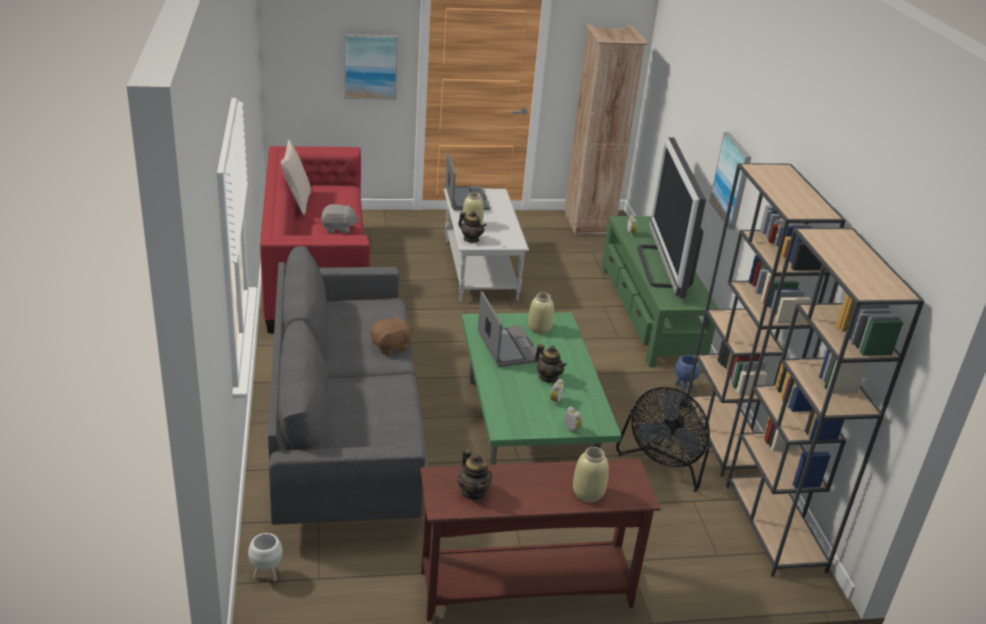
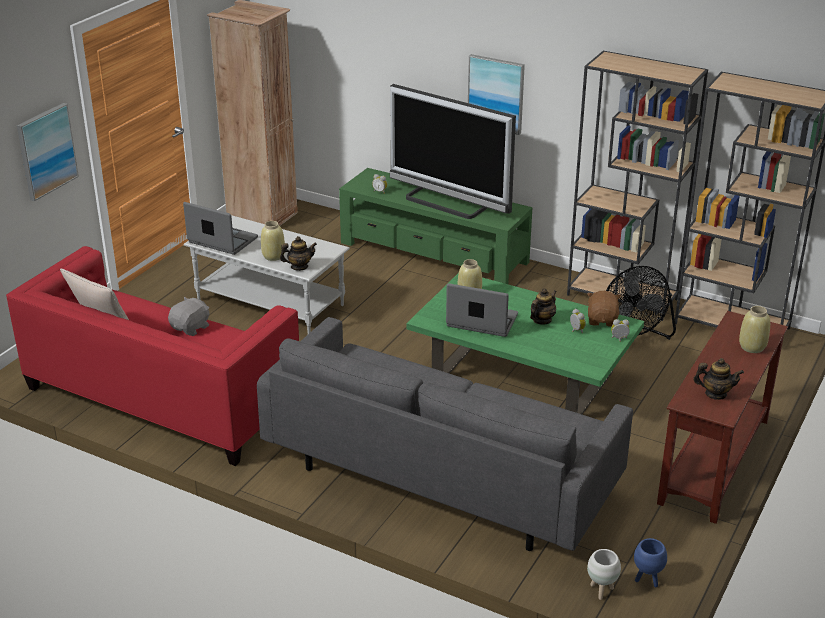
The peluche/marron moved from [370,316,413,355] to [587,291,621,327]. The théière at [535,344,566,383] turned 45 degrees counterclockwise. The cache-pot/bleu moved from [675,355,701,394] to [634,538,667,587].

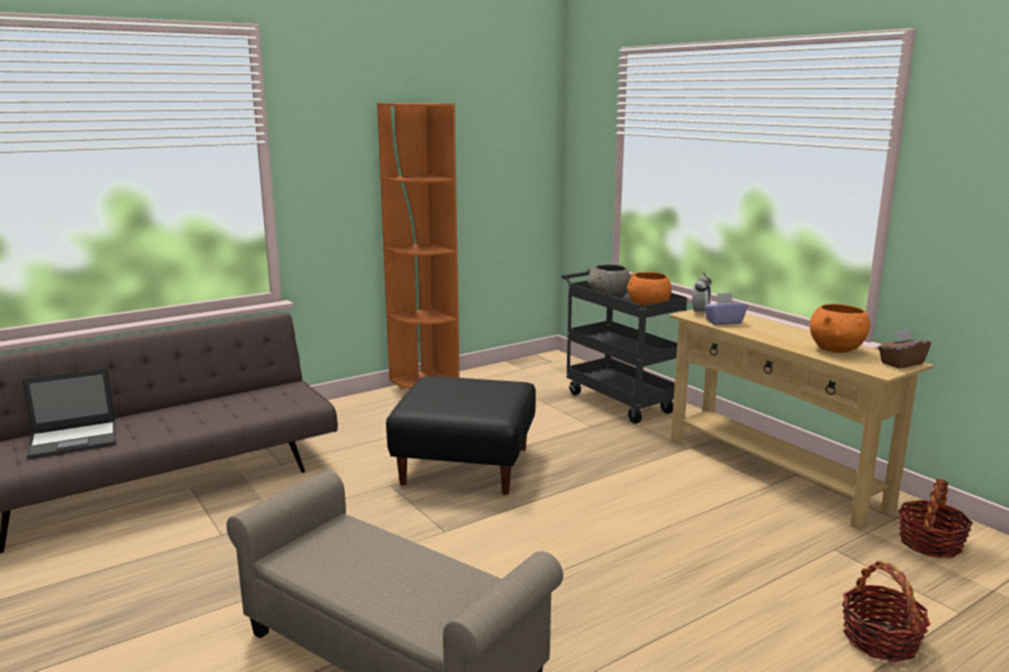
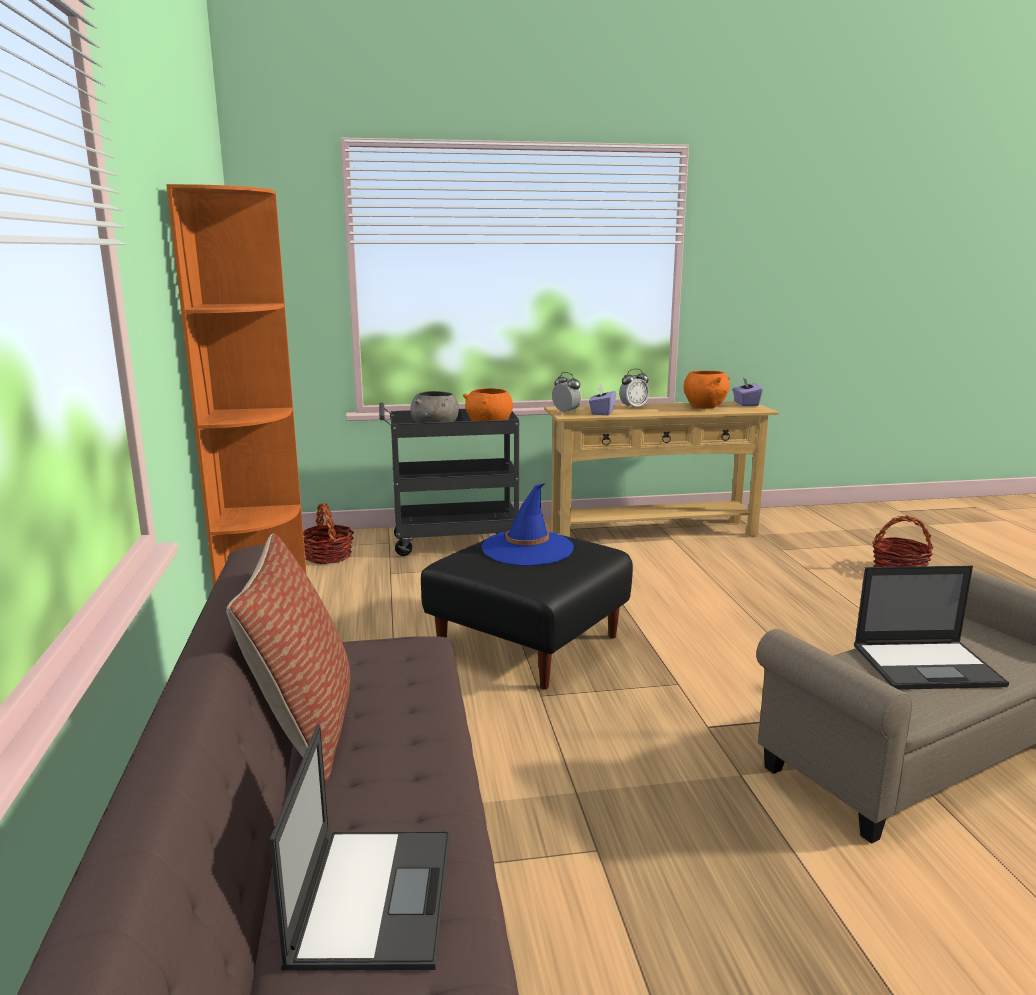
The boîte à mouchoirs/marron at [878,328,931,369] became the boîte à mouchoirs/violet at [732,378,763,406]. The panier moved from [898,479,973,558] to [303,503,354,564]. The coussin at [226,533,350,783] appeared. The chapeau/bleu at [481,483,574,566] appeared. The réveil at [619,368,649,409] appeared. The ordinateur portable at [854,566,1009,690] appeared.

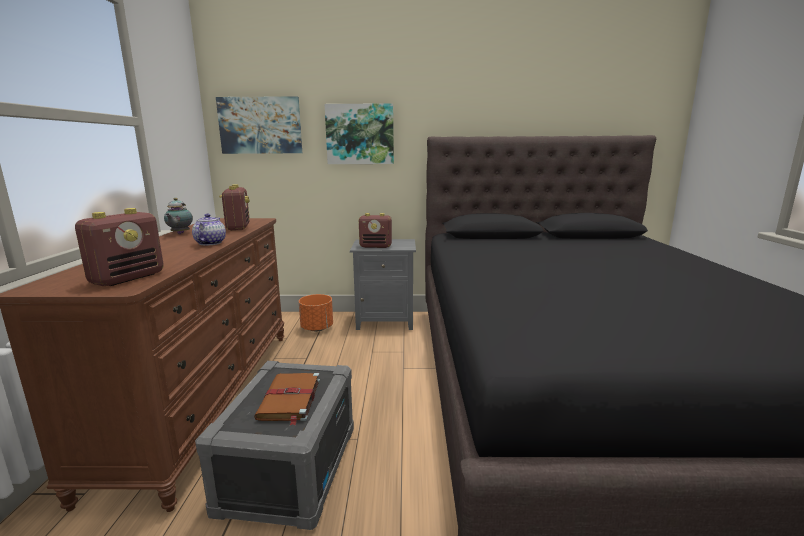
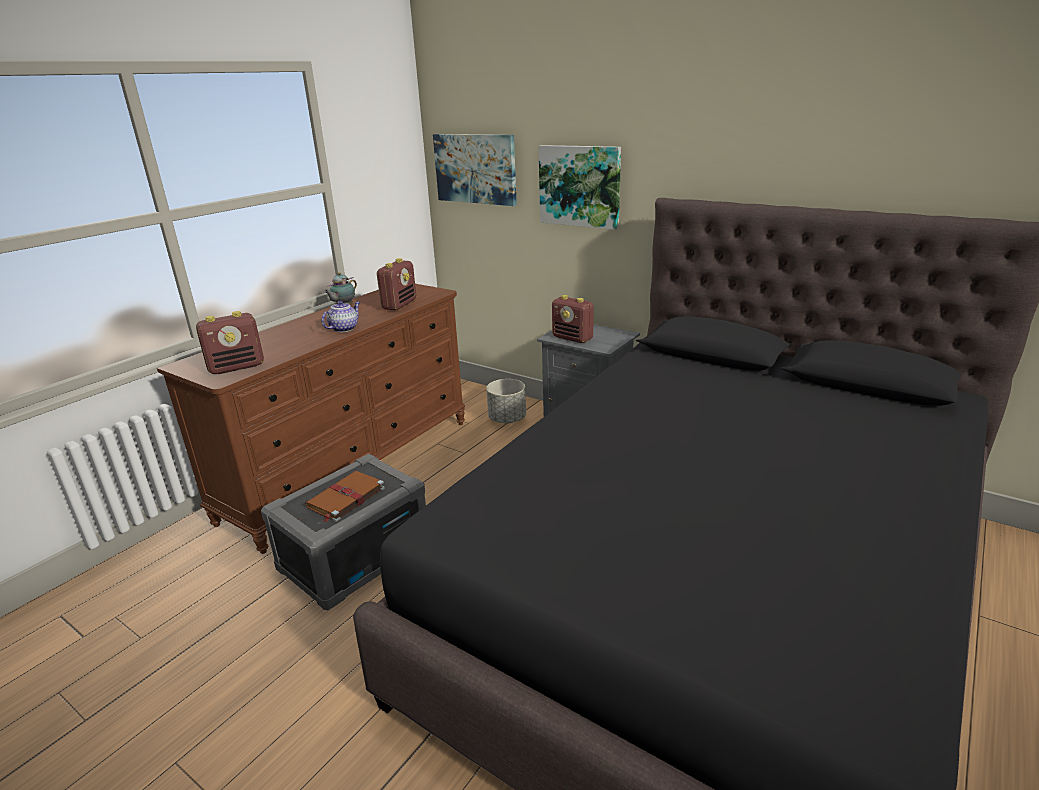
The cache-pot/orange at [299,294,333,331] became the cache-pot/gris at [486,379,526,423].

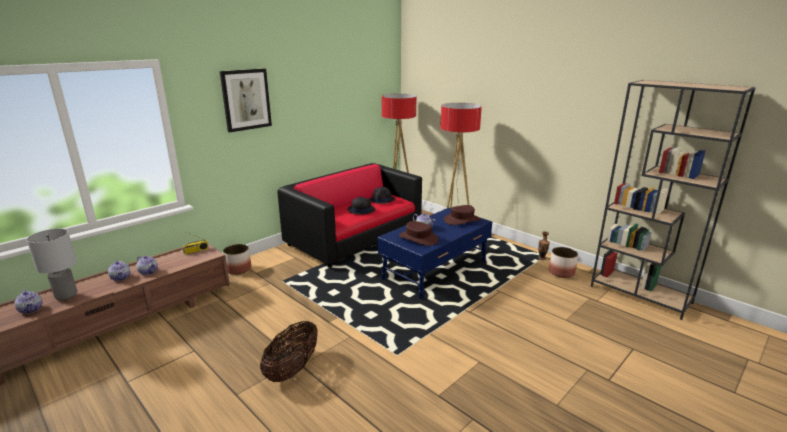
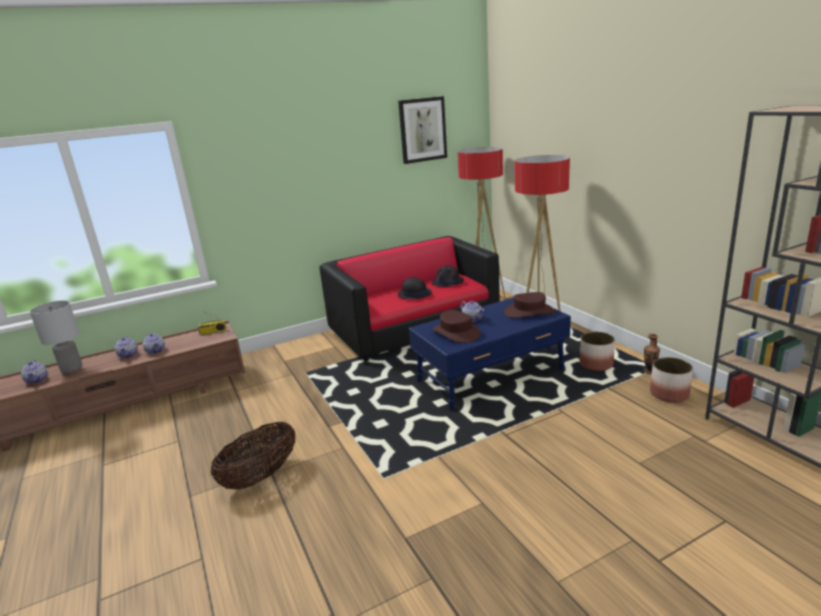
The tableau moved from [220,68,272,132] to [398,96,447,164]. The cache-pot moved from [223,244,251,275] to [580,332,615,371].

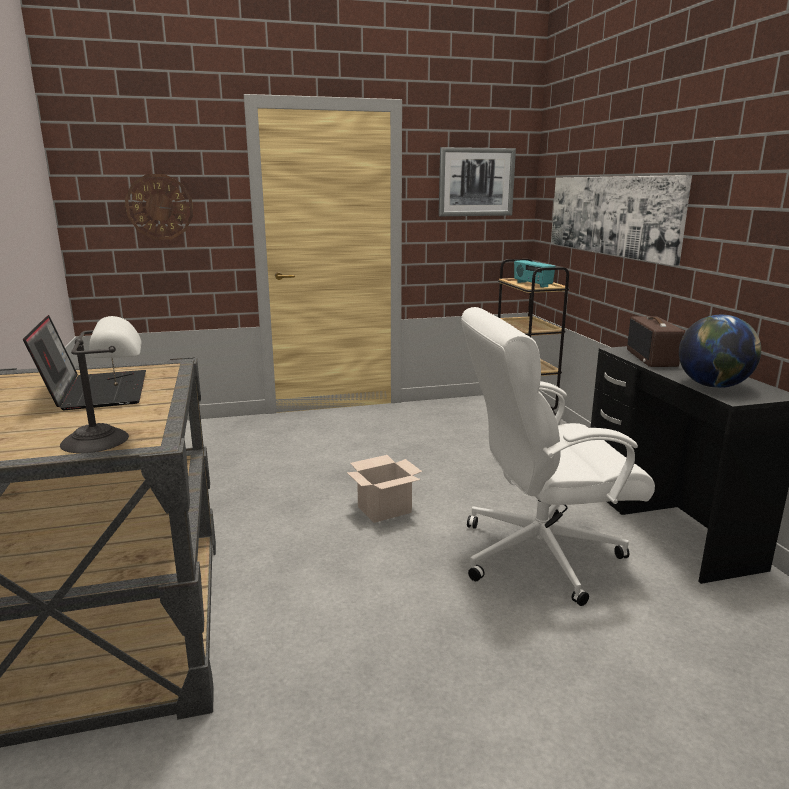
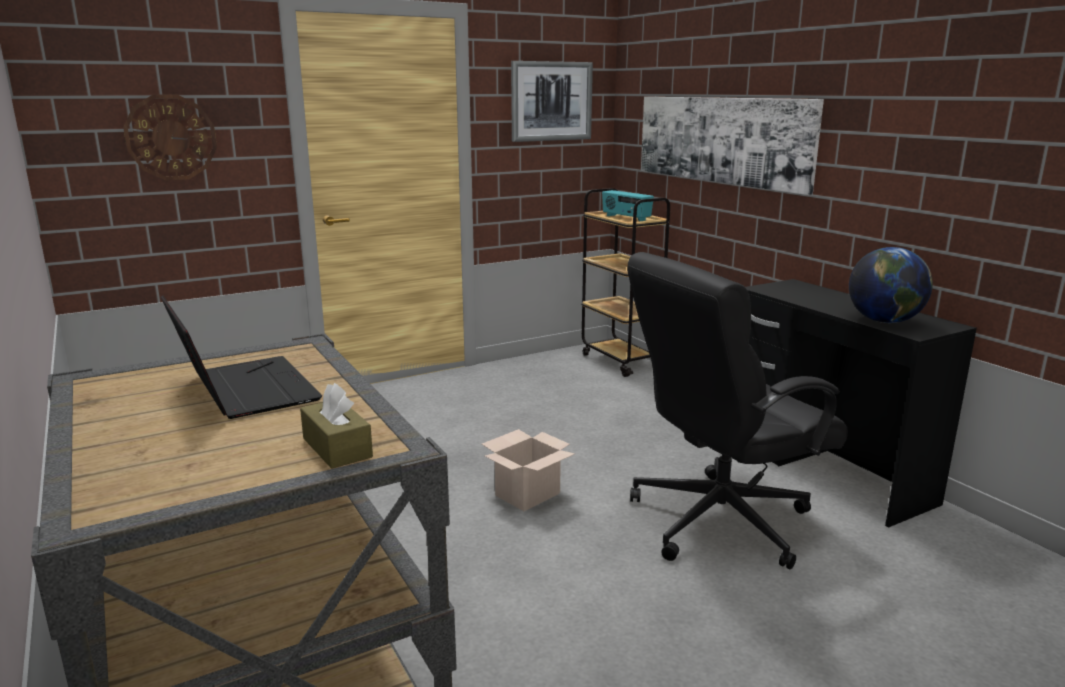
The lampe de table at [60,316,141,453] was replaced by the boîte à mouchoirs/marron at [300,383,373,468]. The chaise de bureau/blanc at [461,307,655,606] became the chaise de bureau/noir at [627,252,848,569]. The radio at [627,316,684,367] disappeared.

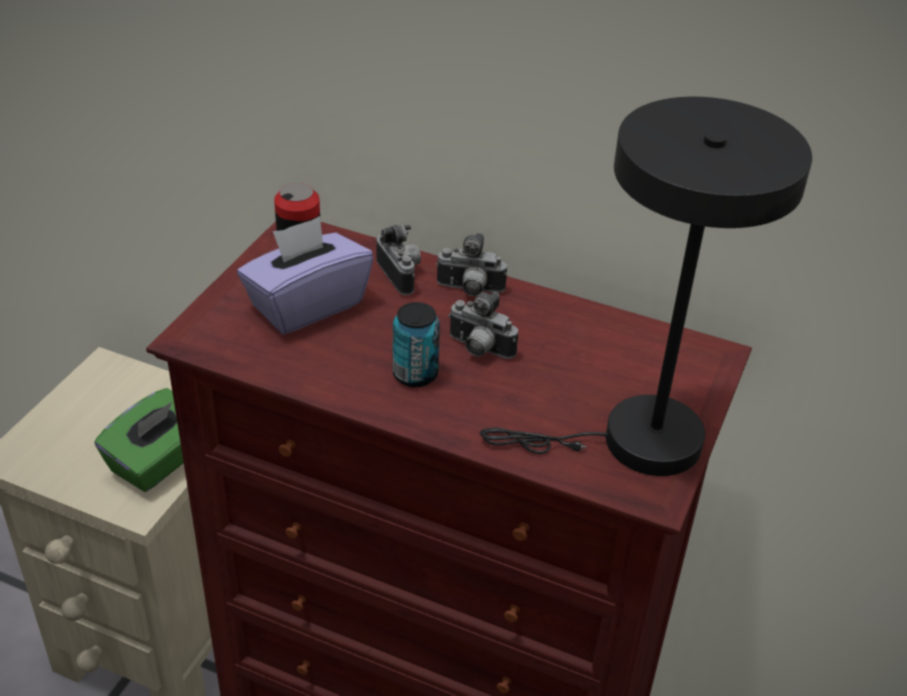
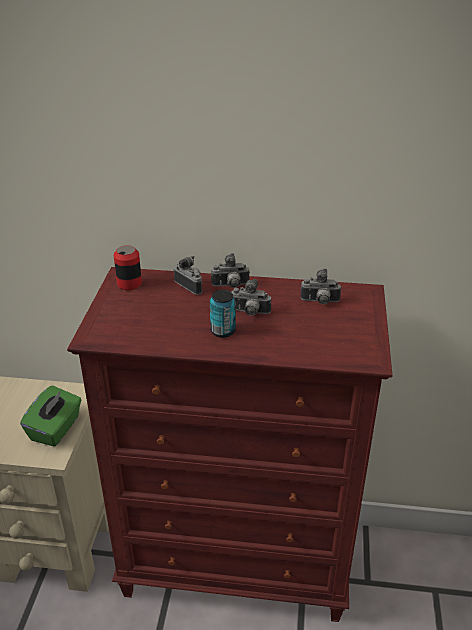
The boîte à mouchoirs/violet at [237,216,373,334] disappeared. The lampe de table/noir at [480,97,812,476] disappeared. The appareil photo at [300,269,341,304] appeared.

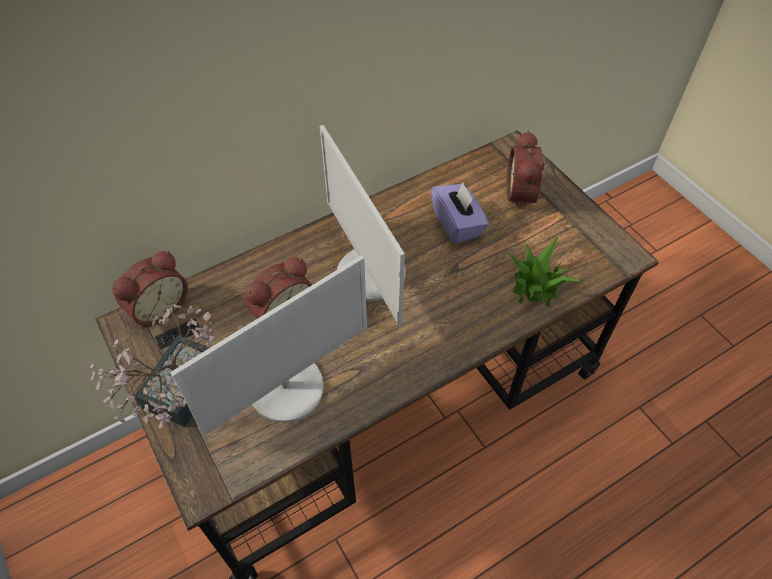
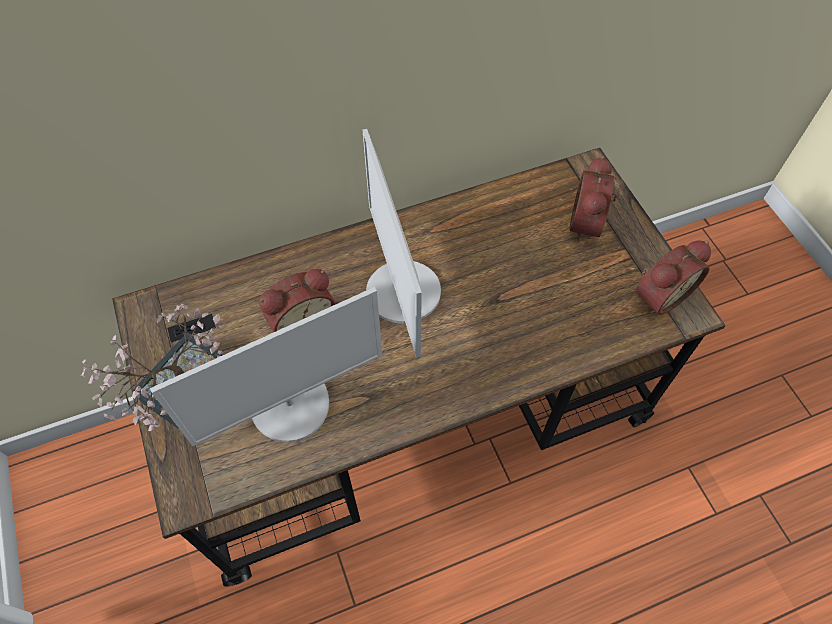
The réveil moved from [112,251,188,327] to [636,240,711,315]. The boîte à mouchoirs/violet at [431,183,489,244] disappeared. The plante en pot at [509,236,582,307] disappeared.

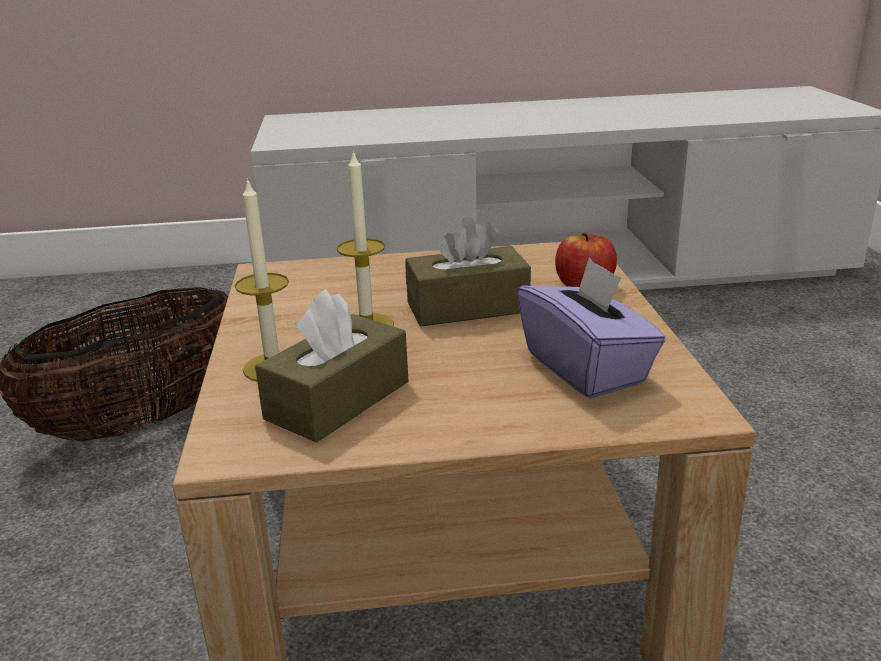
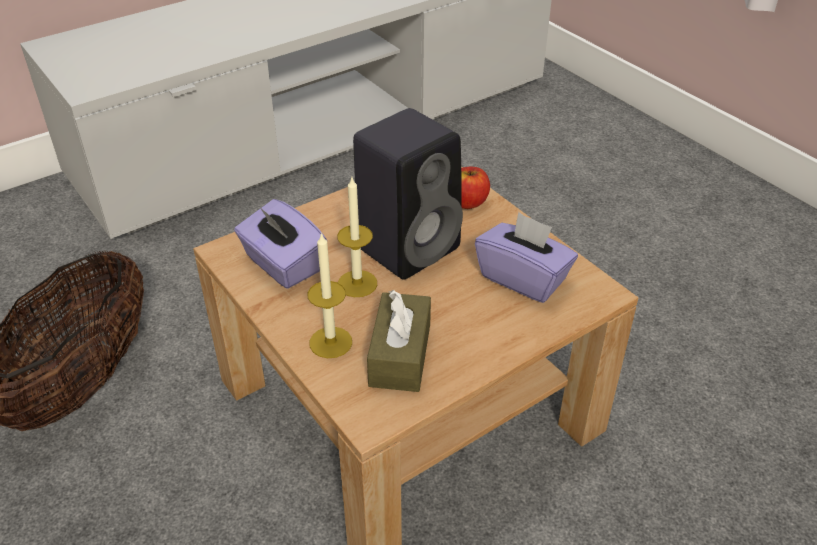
The boîte à mouchoirs/marron at [405,217,531,326] was replaced by the enceinte/noir at [353,108,463,280]. The boîte à mouchoirs/violet at [234,199,327,289] appeared.

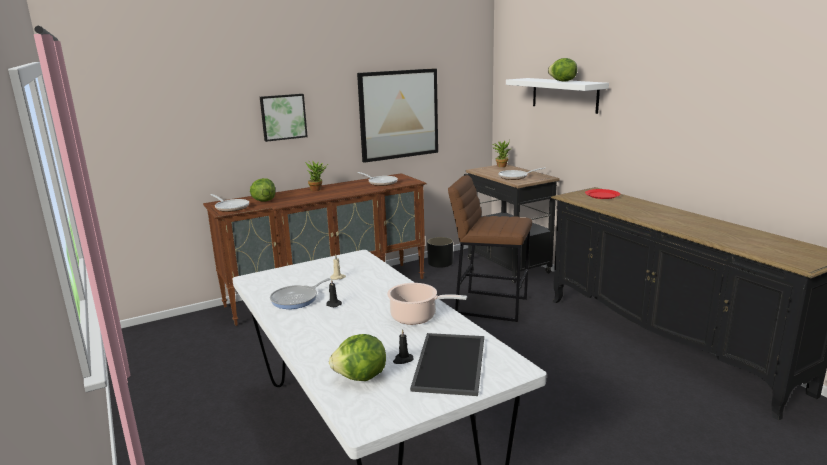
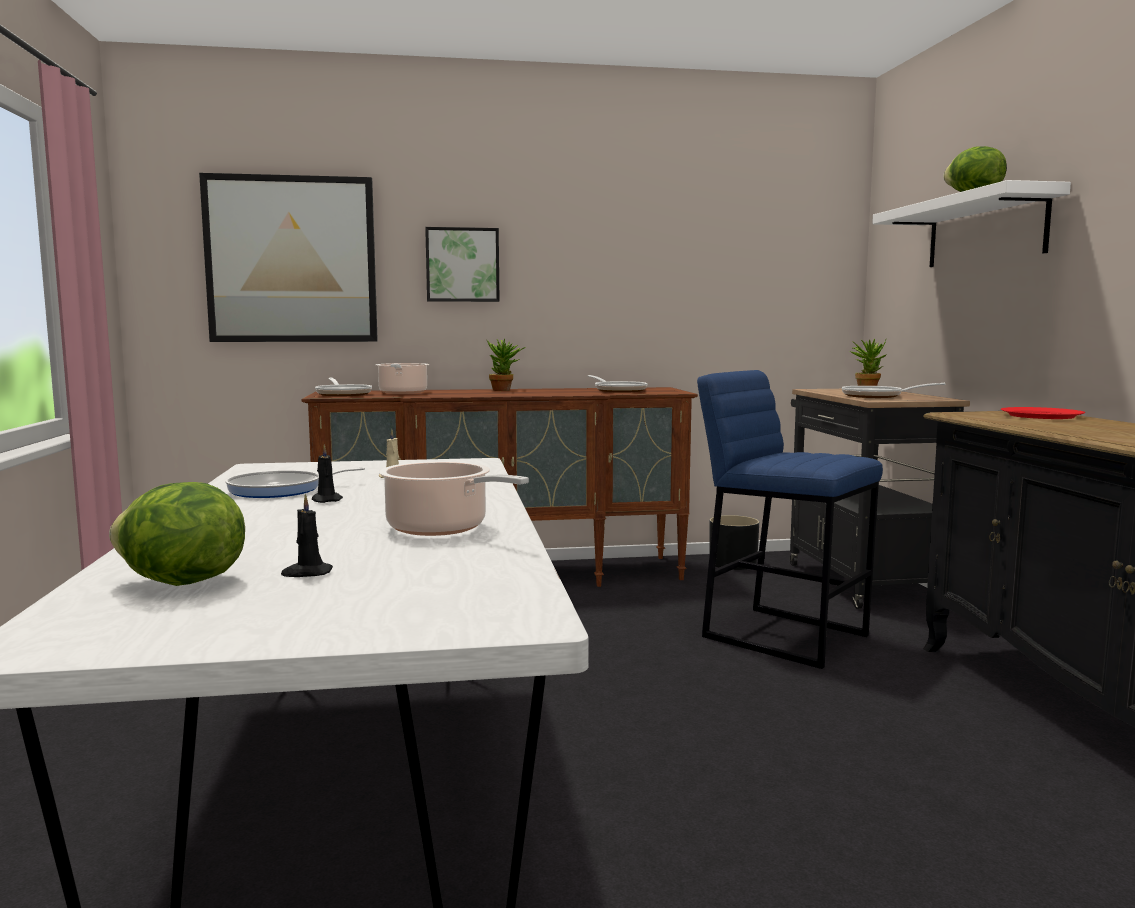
The laitue at [250,178,275,201] was replaced by the marmite at [376,363,429,394]. The tableau moved from [357,68,438,163] to [199,173,378,342]. The plateau at [410,333,484,396] disappeared. The tabouret/marron at [448,175,532,322] became the tabouret/bleu at [697,370,883,669].

